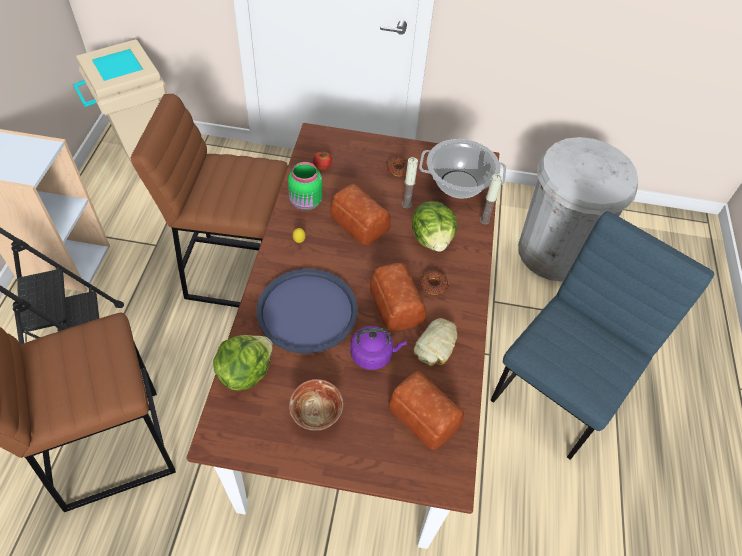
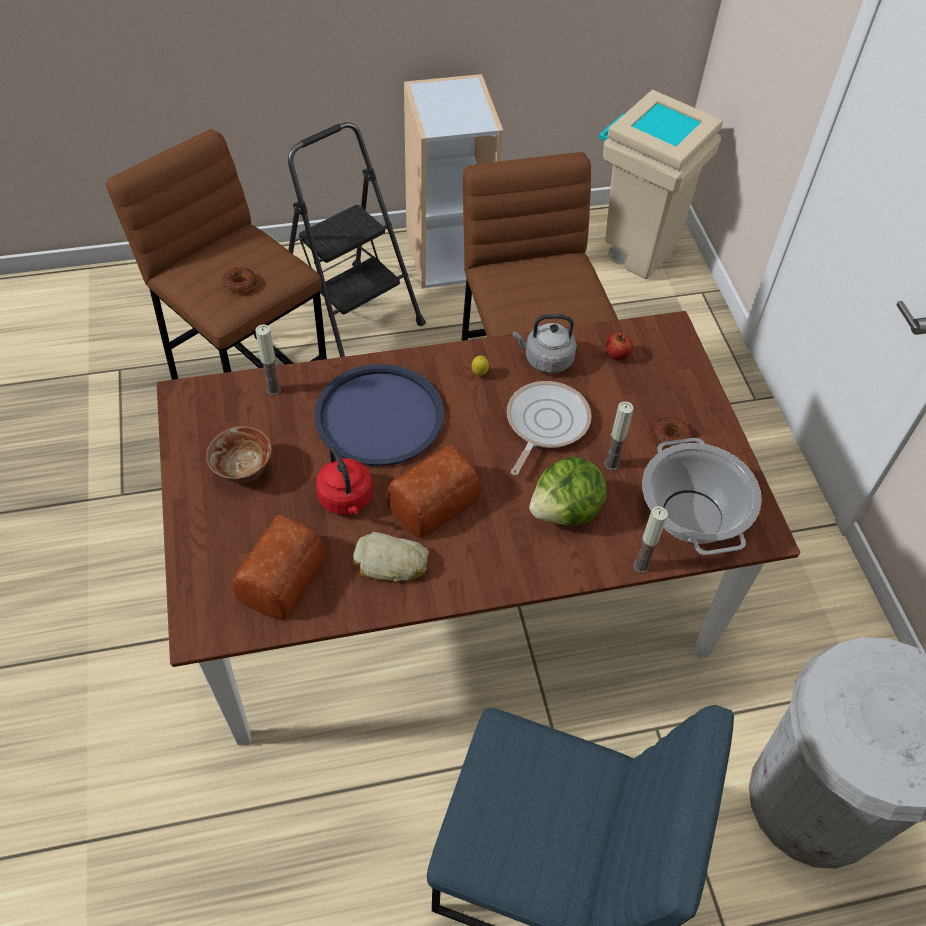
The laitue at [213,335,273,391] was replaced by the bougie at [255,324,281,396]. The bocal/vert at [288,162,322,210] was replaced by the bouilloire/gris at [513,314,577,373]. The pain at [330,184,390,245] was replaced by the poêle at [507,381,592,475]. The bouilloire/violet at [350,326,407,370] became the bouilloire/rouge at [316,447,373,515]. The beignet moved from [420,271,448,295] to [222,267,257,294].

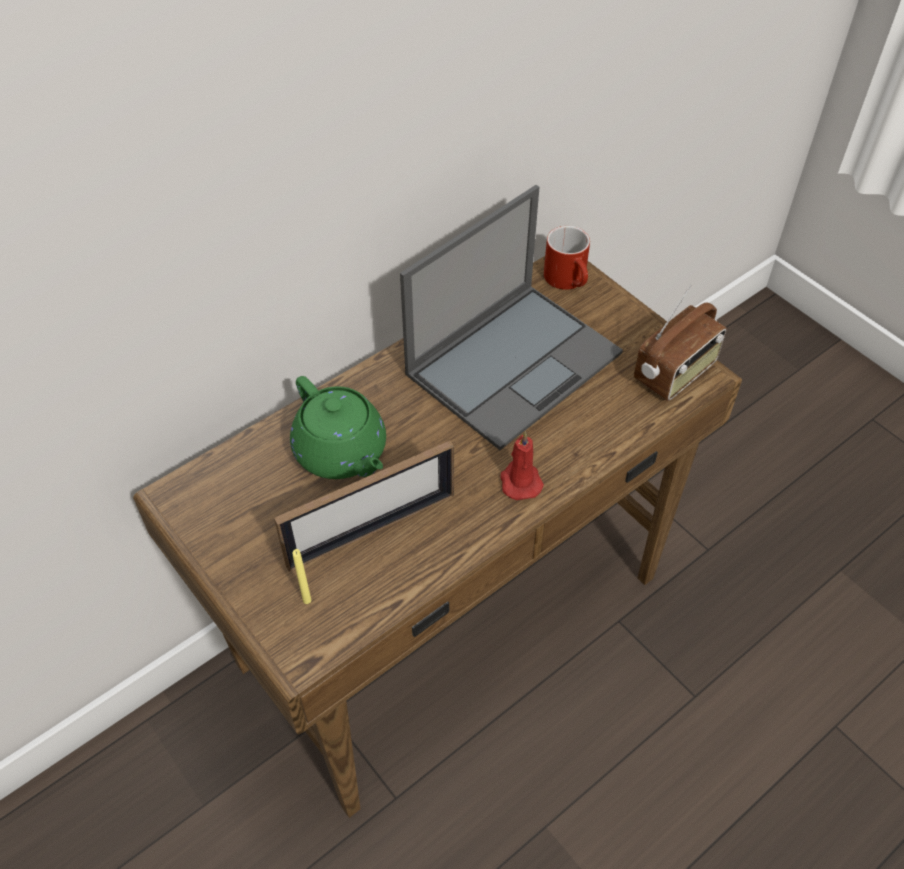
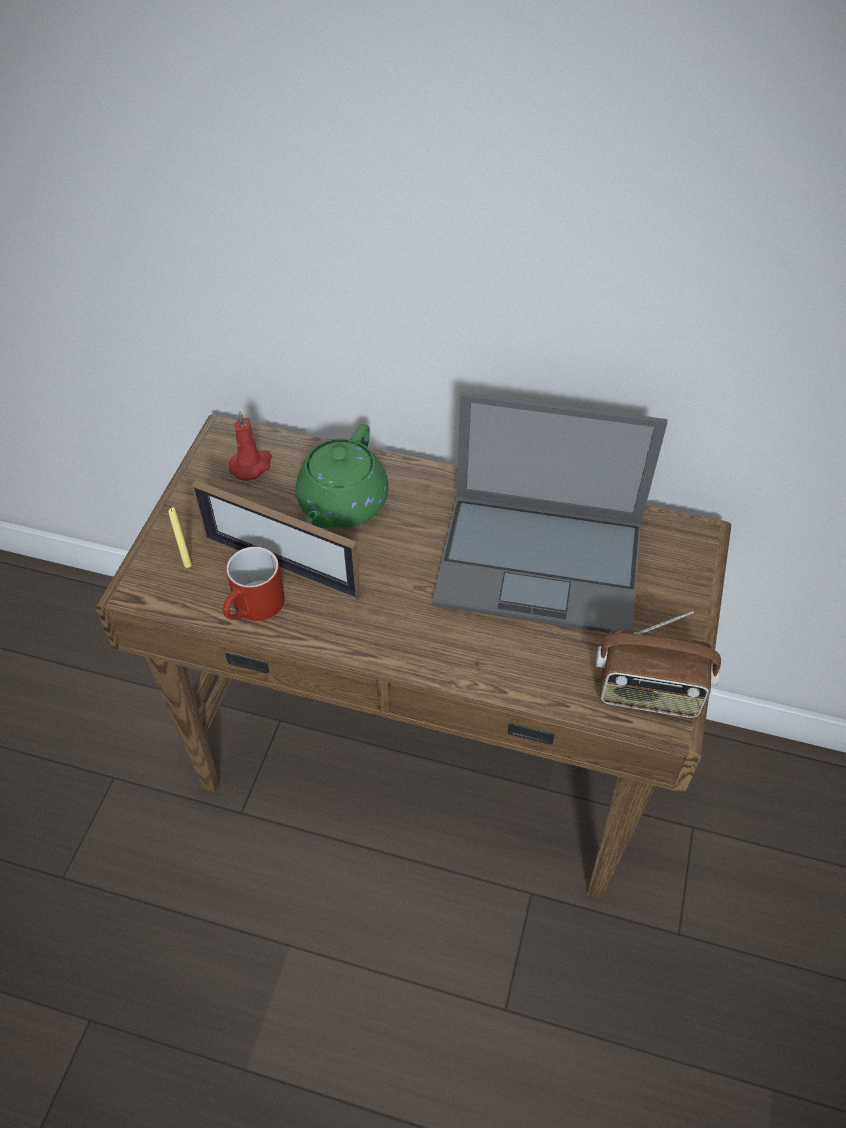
The bougie/rouge moved from [500,431,544,500] to [229,411,272,481]. The mug/rouge moved from [544,226,590,290] to [223,546,285,621].

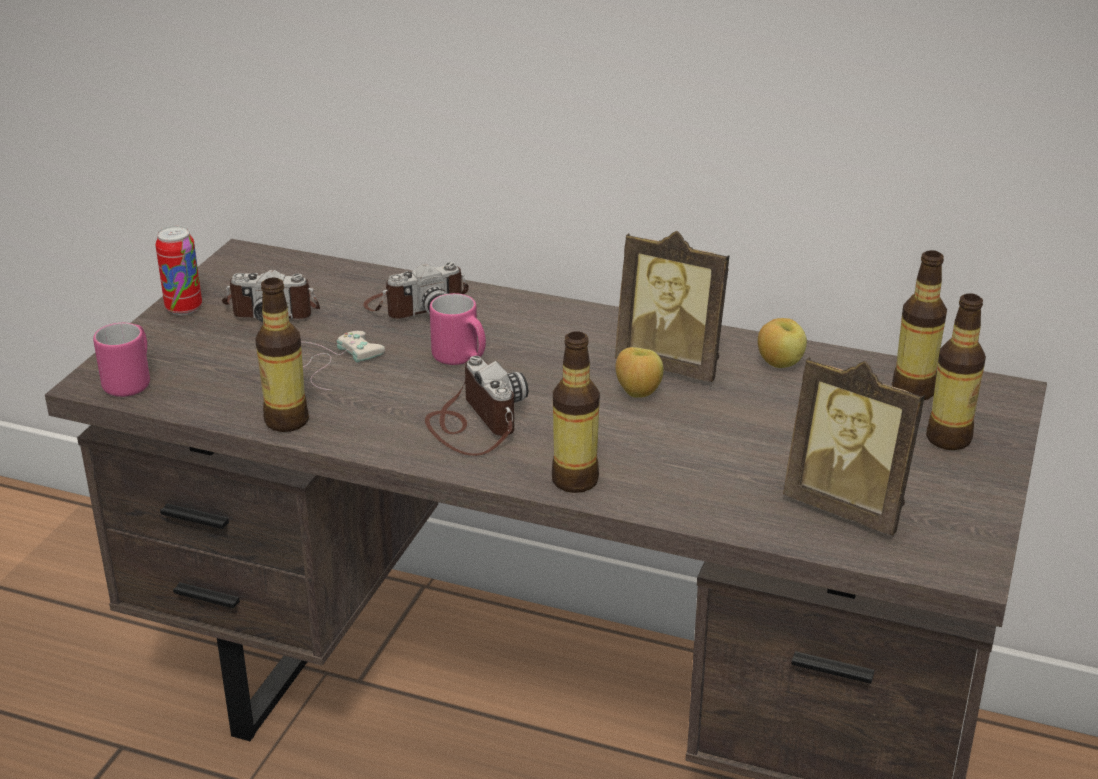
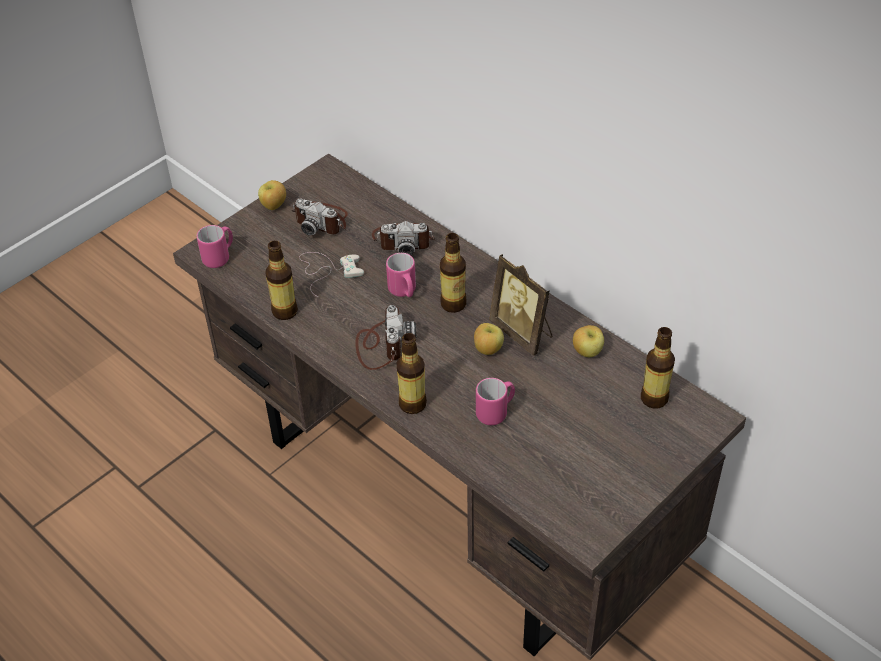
The boîte métallique at [156,226,202,315] was replaced by the pomme at [258,180,286,210]. The cadre photo at [783,357,925,536] disappeared. The bouteille moved from [926,293,986,450] to [440,233,466,313]. The mug/rose at [476,378,515,425] appeared.

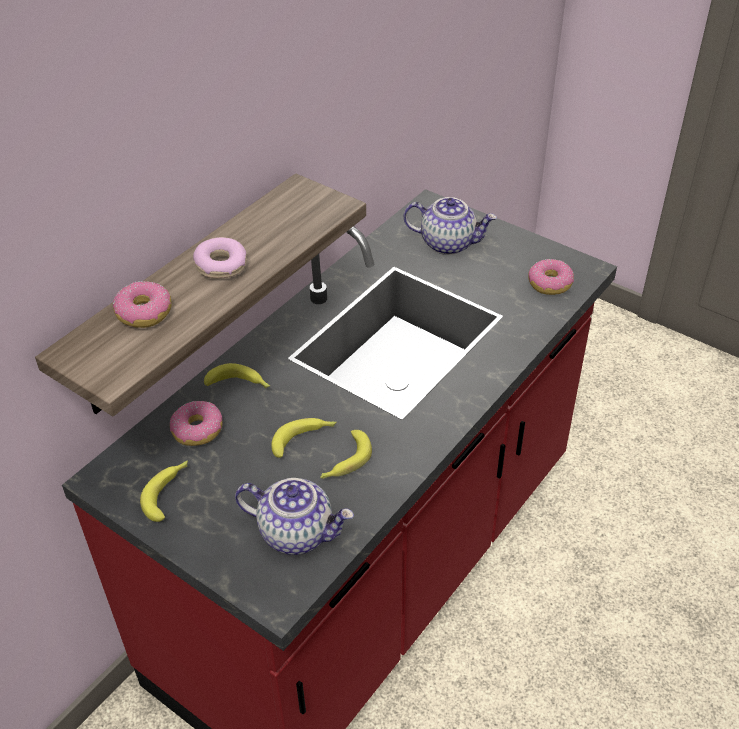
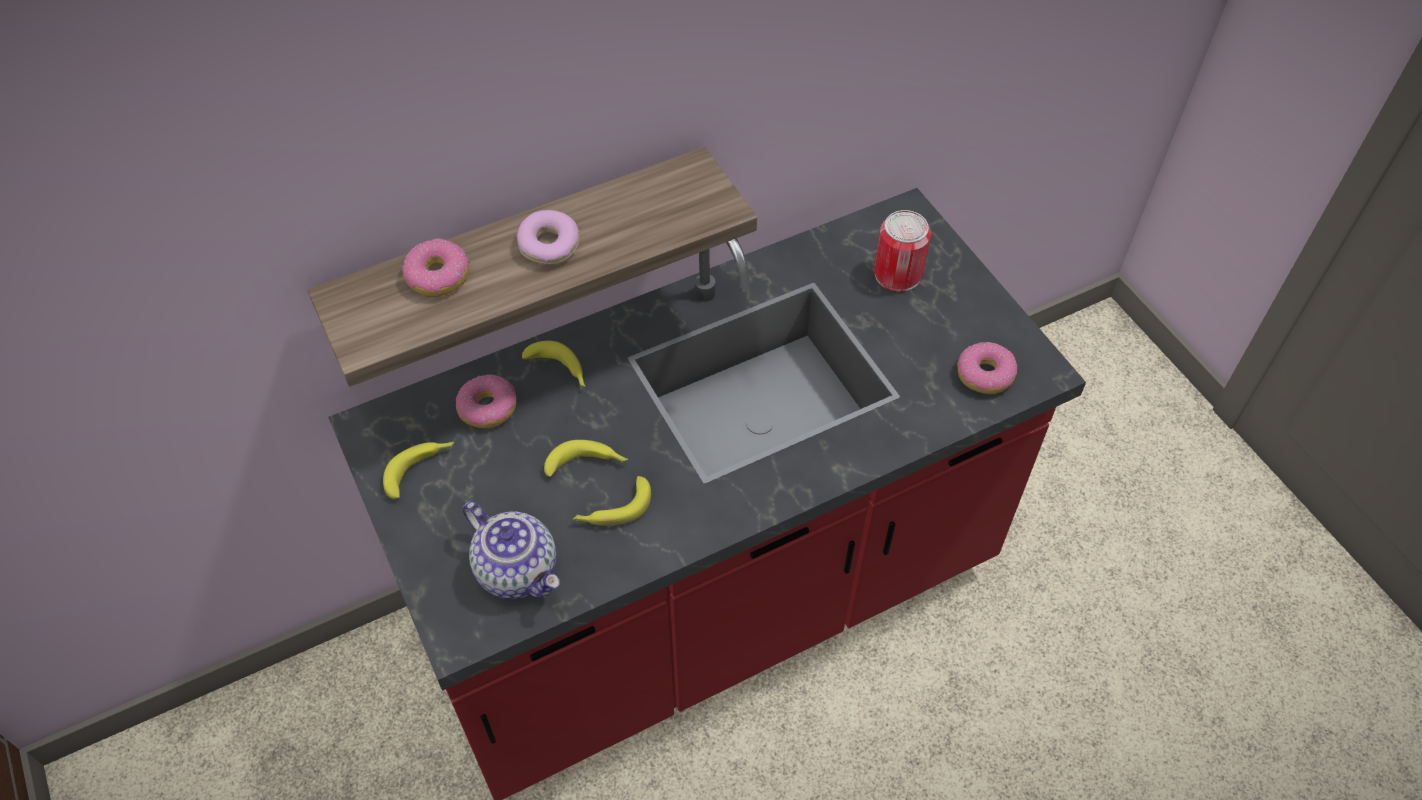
The théière at [403,197,497,255] was replaced by the boîte métallique at [874,210,931,292].

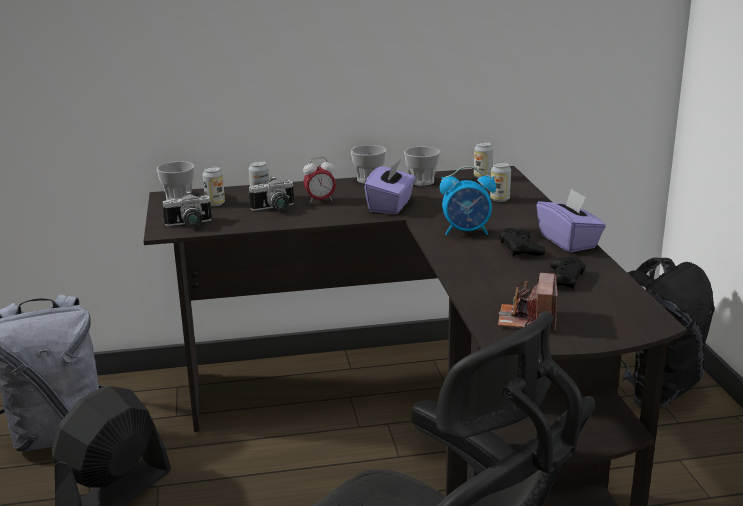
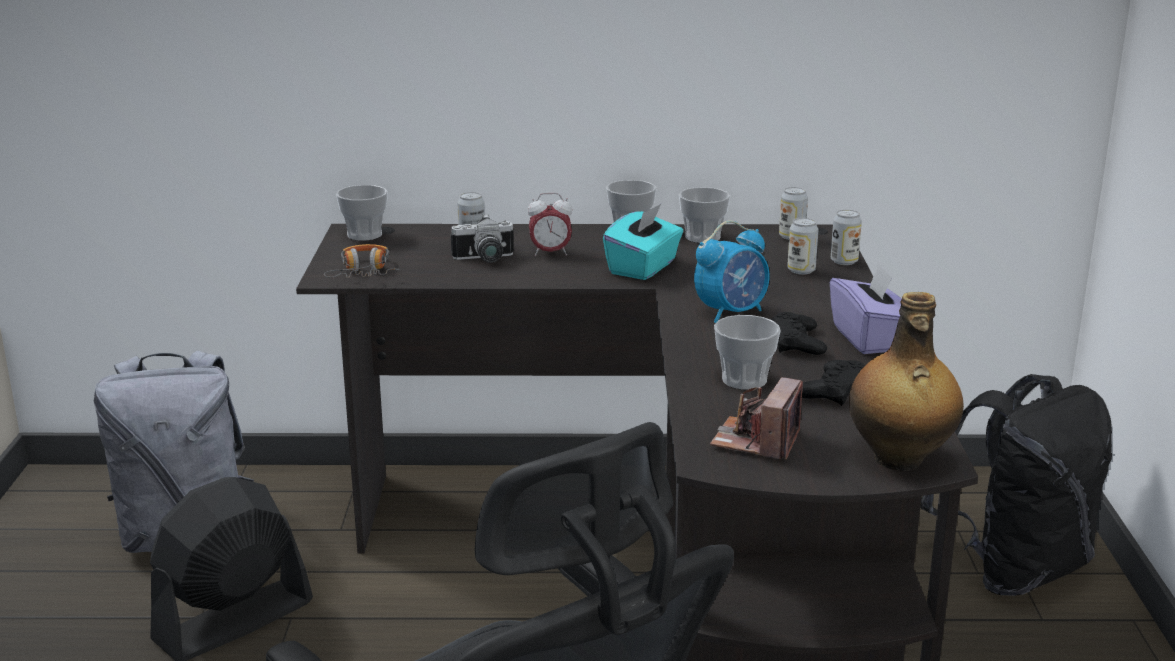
The appareil photo at [162,191,212,227] was replaced by the casque audio at [324,244,399,278]. The boîte métallique moved from [203,167,225,206] to [831,209,862,265]. The boîte à mouchoirs/violet at [364,159,415,214] became the boîte à mouchoirs/turquoise at [603,203,683,280]. The réveil at [440,166,496,236] turned 45 degrees counterclockwise. The tasse at [714,315,780,390] appeared. The bouteille at [849,292,964,471] appeared.

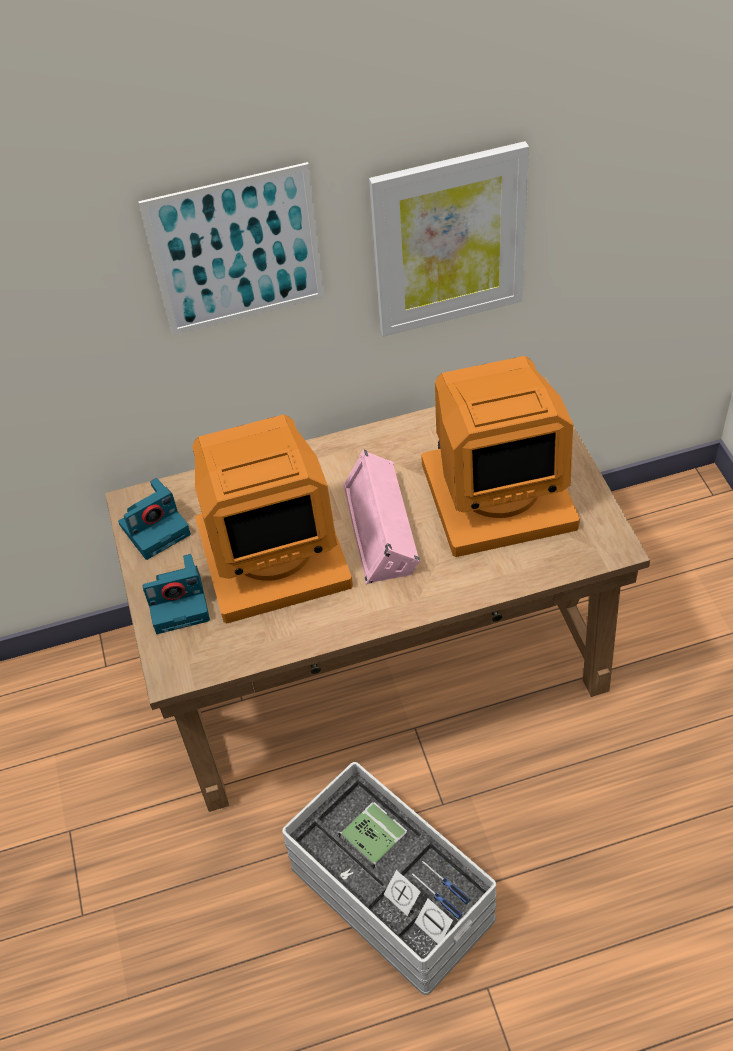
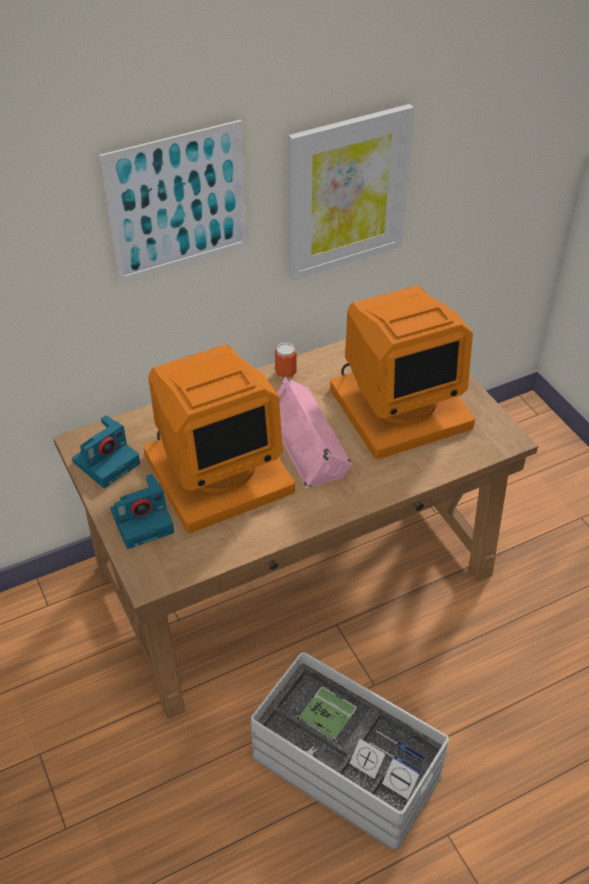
The boîte métallique at [275,342,297,379] appeared.

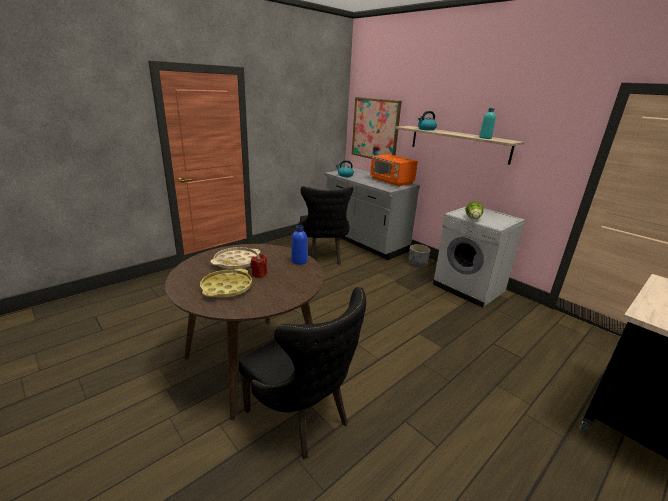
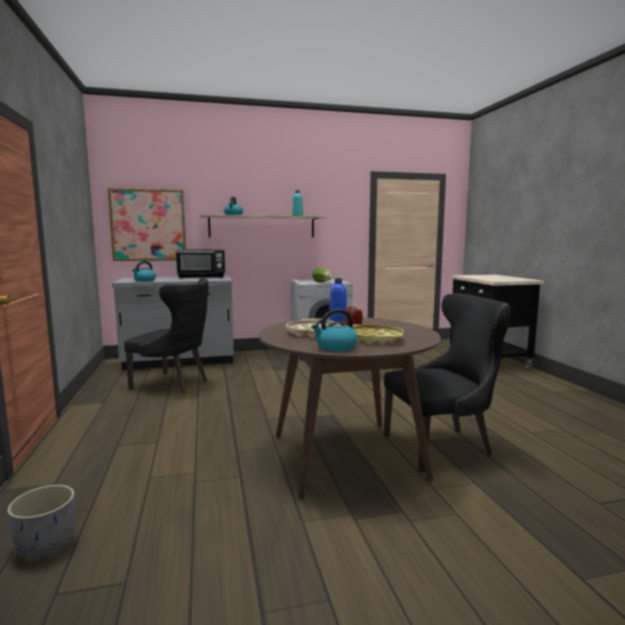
The micro-ondes/orange at [370,154,418,187] became the micro-ondes/noir at [176,249,225,278]. The cache-pot/gris moved from [409,244,430,267] to [7,485,76,559]. The bouilloire at [311,309,358,352] appeared.

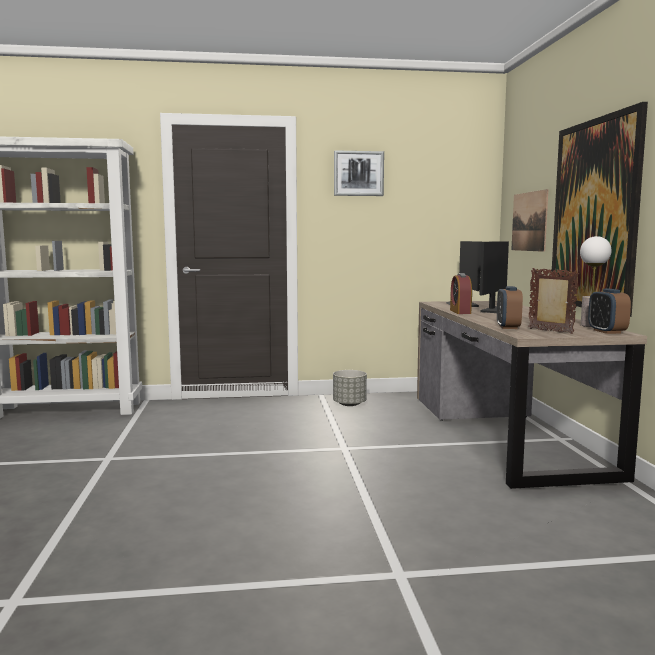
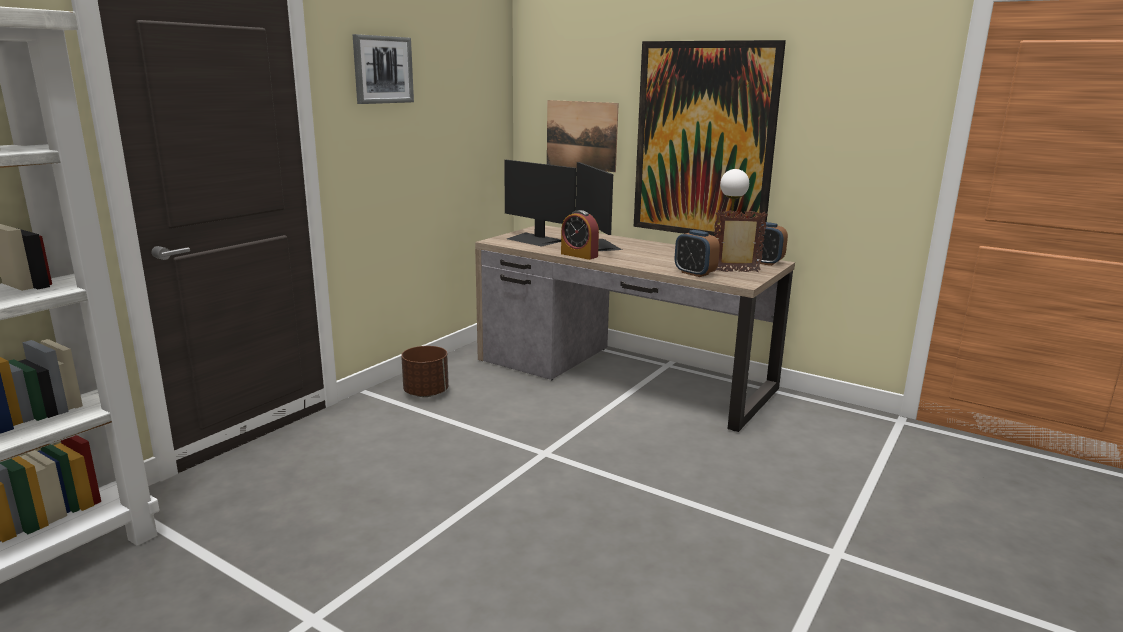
The cache-pot/gris at [333,370,367,406] became the cache-pot/marron at [401,346,449,397].

